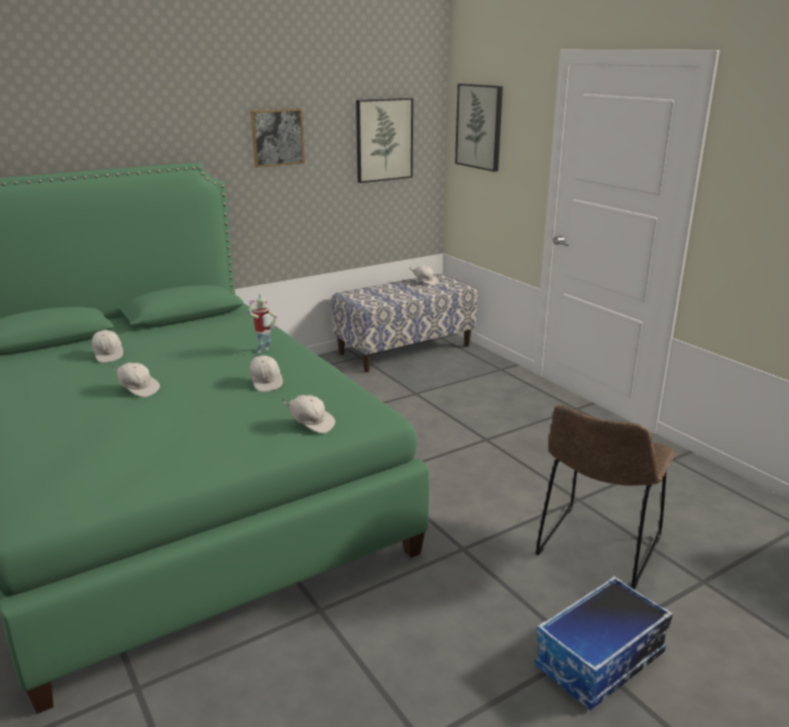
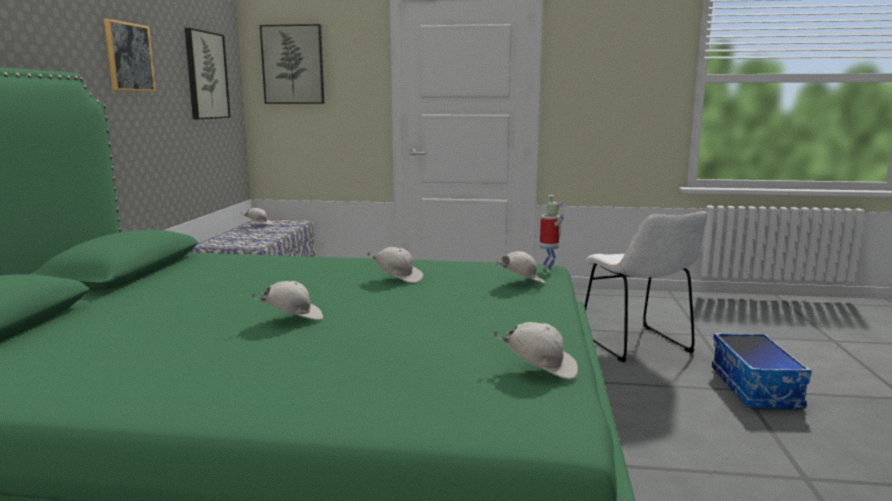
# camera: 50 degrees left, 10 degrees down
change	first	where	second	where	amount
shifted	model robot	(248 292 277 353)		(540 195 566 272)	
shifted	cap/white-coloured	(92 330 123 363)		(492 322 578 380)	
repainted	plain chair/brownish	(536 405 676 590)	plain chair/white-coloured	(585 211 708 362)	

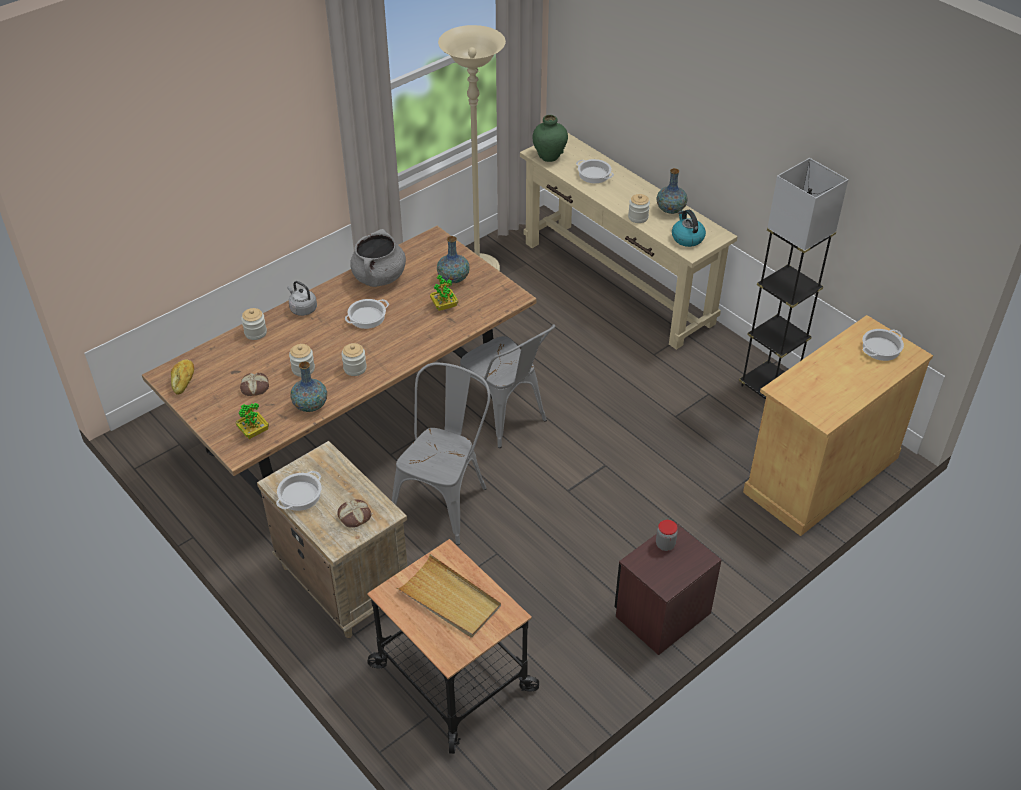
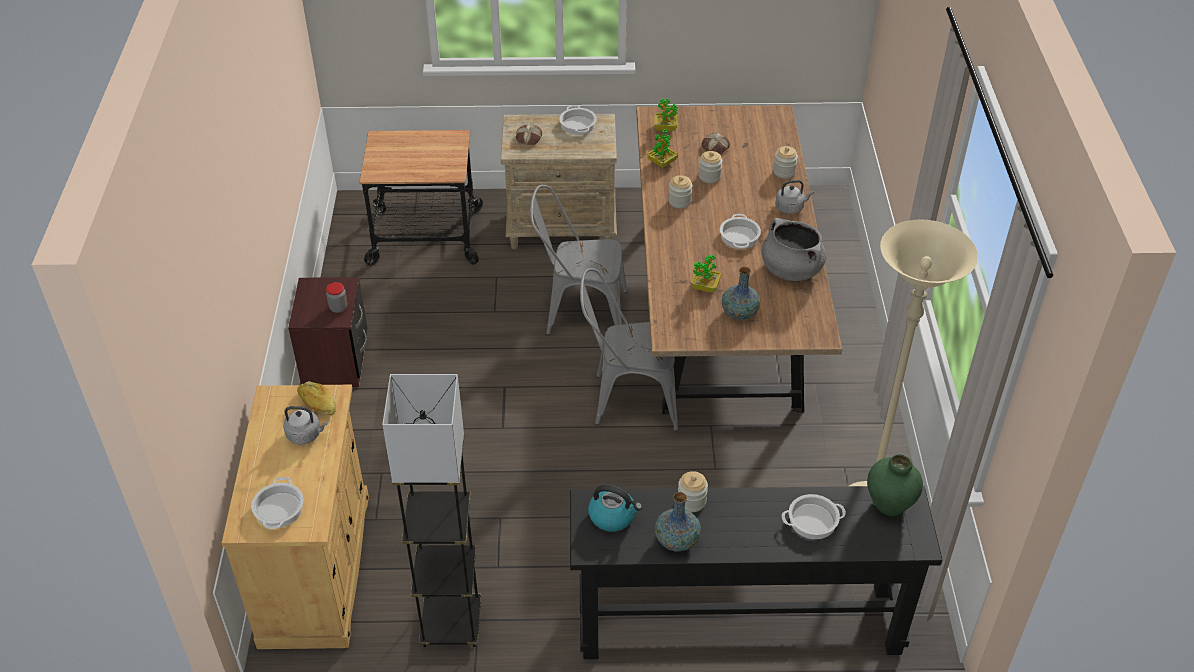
# camera: 130 degrees right, 0 degrees up
change	first	where	second	where	amount
repainted	narrow table/beige-coloured	(520 132 737 350)	narrow table/blackish	(570 485 942 659)	
shifted	bread	(171 359 194 395)		(297 381 336 415)	
swapped	decorative vase	(290 361 327 412)	plant in a pot	(647 129 678 168)	
rotated	plain chair/greyish	(392 363 490 545)		(530 185 628 335)	120 degrees clockwise
gone	carrying tray/beige-coloured	(396 554 501 638)			
new			kettle/greyish	(284 406 327 445)	

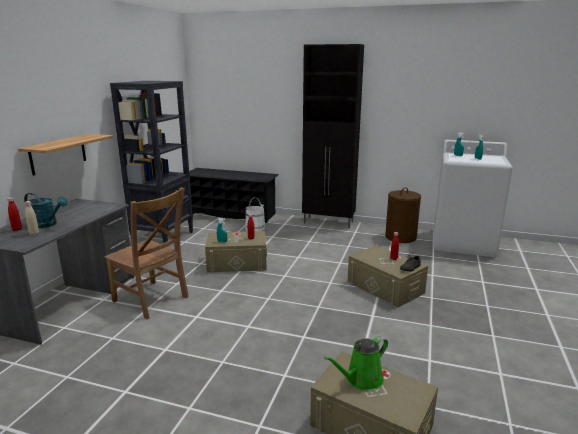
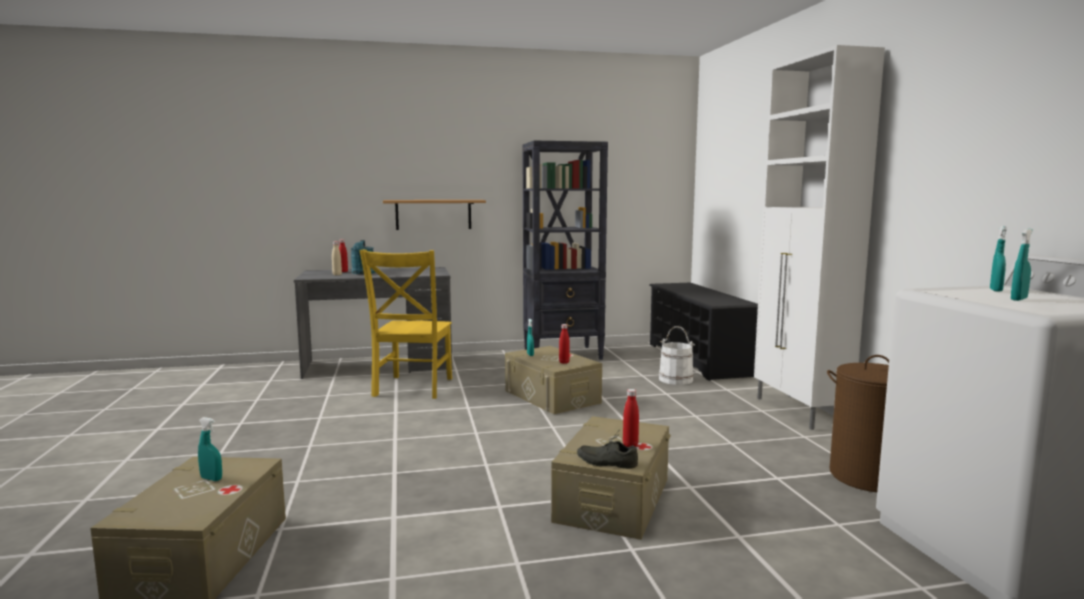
# camera: 60 degrees right, 10 degrees down
change	first	where	second	where	amount
repainted	cabinet/blackish	(302 44 364 228)	cabinet/white-coloured	(754 45 885 430)	
repainted	plain chair/brownish	(104 188 189 320)	plain chair/yellowish	(359 250 452 399)	
swapped	watering can/greenish	(324 336 388 390)	hand sprayer/turquoise	(198 417 222 481)	

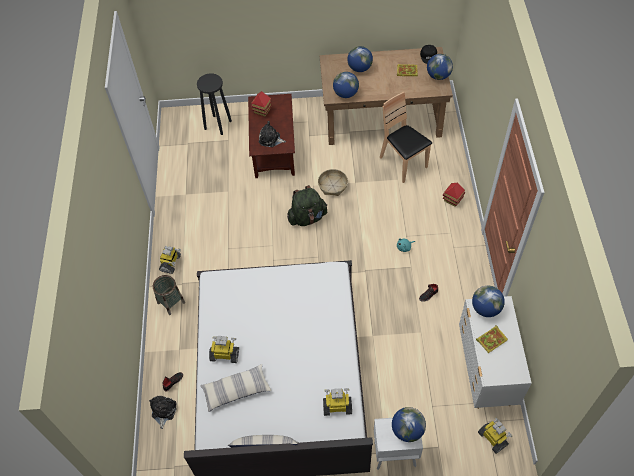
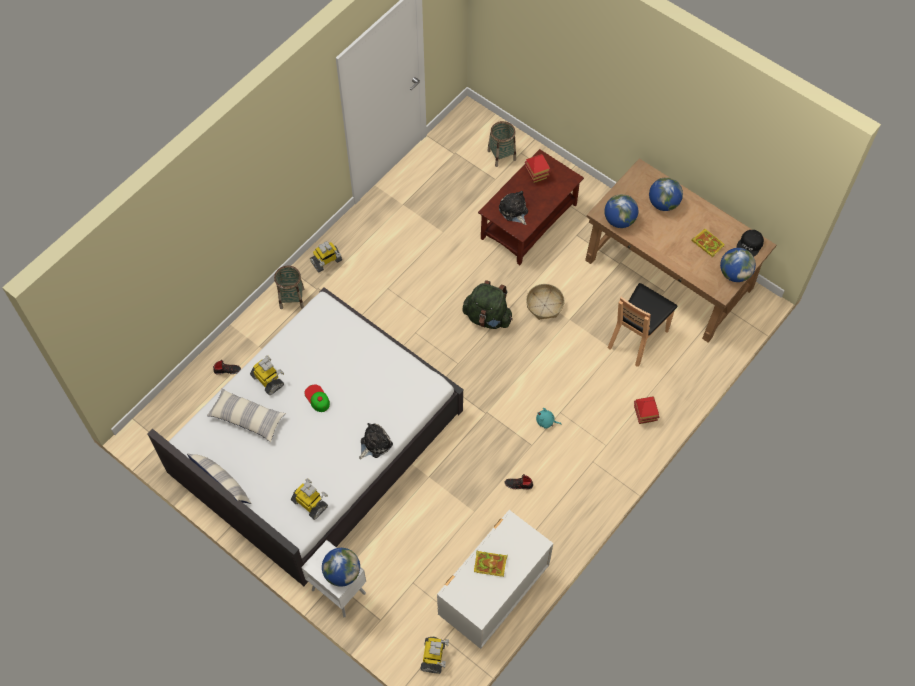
# camera: 40 degrees right, 5 degrees up
change	first	where	second	where	amount
swapped	stool seat/blackish	(197 74 232 135)	storage basket	(487 121 516 167)	
rotated	plain chair/brownish	(379 92 432 183)		(608 283 677 367)	150 degrees counterclockwise
gone	globe	(472 286 505 317)			
shifted	cuddly toy	(149 396 176 429)		(359 423 393 459)	
new			cap	(304 385 330 412)	

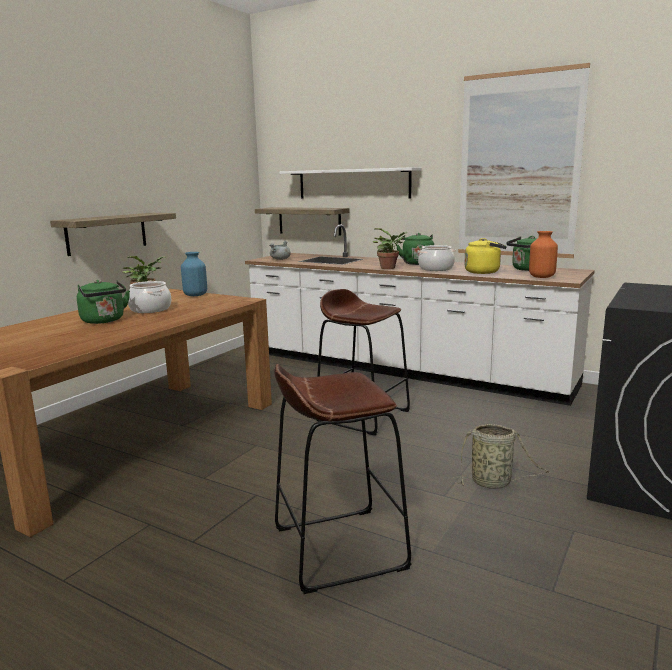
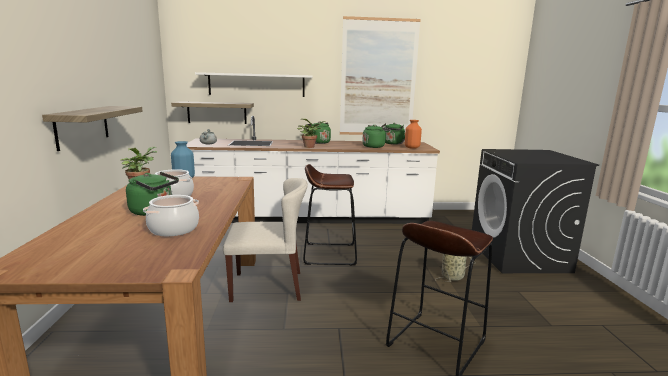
# camera: 35 degrees left, 0 degrees up
change	first	where	second	where	amount
repainted	kettle/yellowish	(464 238 507 274)	kettle/greenish	(362 125 390 148)	
shifted	stockpot	(417 245 456 271)		(143 195 199 236)	
new			plain chair/beige-coloured	(223 178 308 302)	

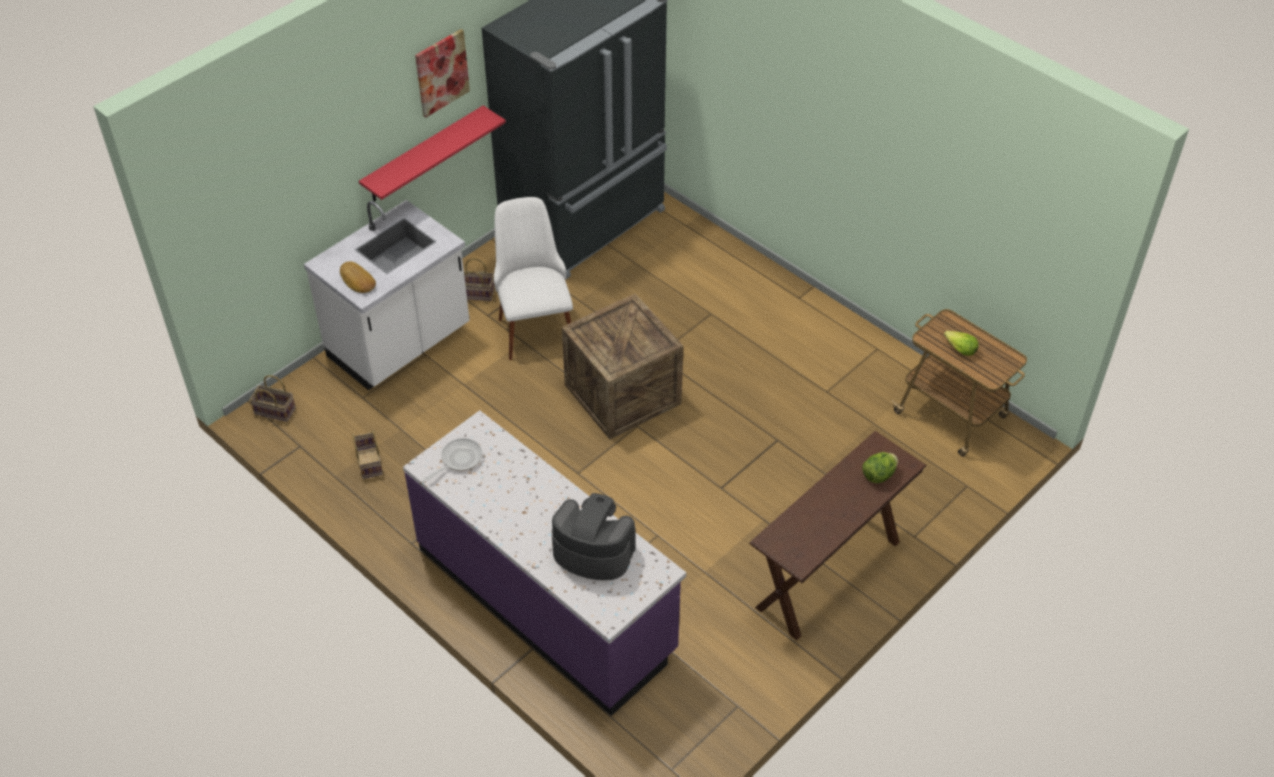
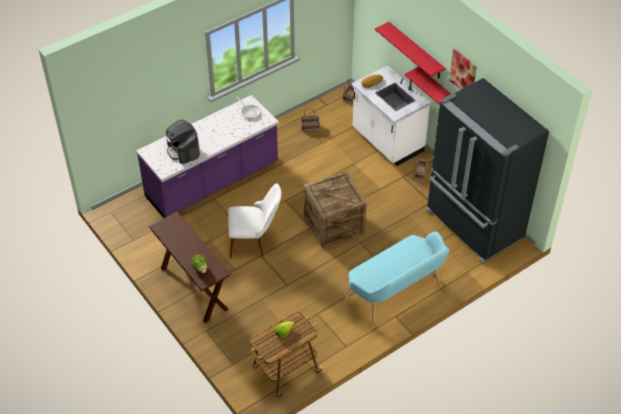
# camera: 100 degrees right, 0 degrees up
change	first	where	second	where	amount
shifted	plain chair/white-coloured	(494 197 573 360)		(228 183 282 258)	
rotated	coffee machine	(552 493 636 580)		(166 120 200 164)	120 degrees clockwise
new			bracket shelf/red	(375 22 446 78)	
new			bench/turquoise	(343 231 450 329)	

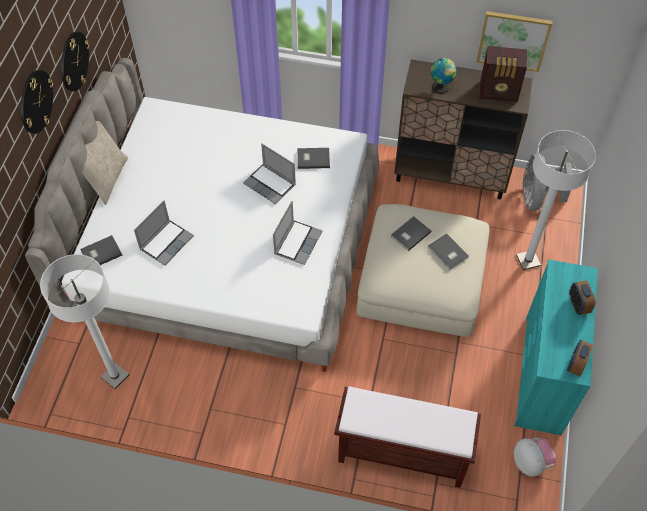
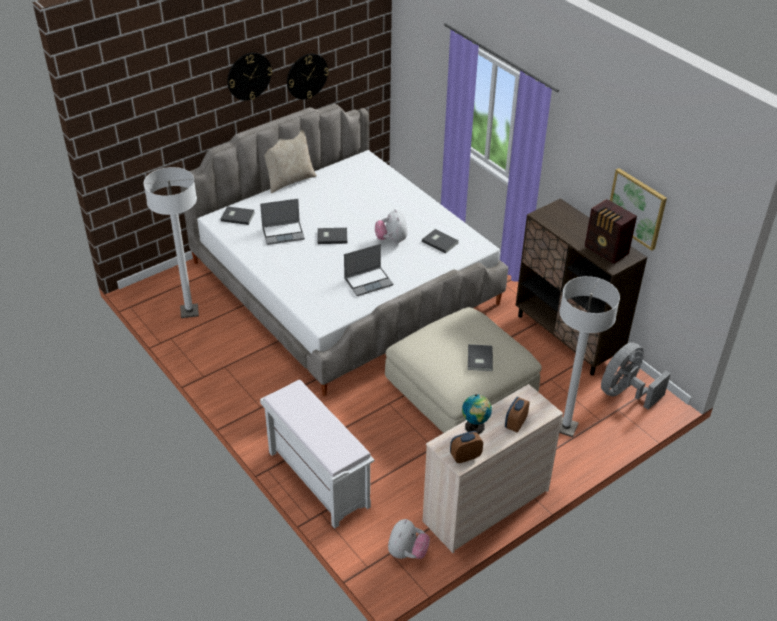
# camera: 40 degrees right, 15 degrees down
change	first	where	second	where	amount
shifted	globe	(431 58 457 94)		(462 394 492 434)	
swapped	portable computer	(243 143 296 204)	cuddly toy	(375 209 408 243)	
shifted	book/greyish	(391 216 432 251)		(318 228 348 244)	
repainted	dresser/turquoise	(514 259 598 435)	dresser/beige-coloured	(423 384 563 553)	
repainted	bench/brownish	(334 386 481 488)	bench/white-coloured	(260 380 375 529)	

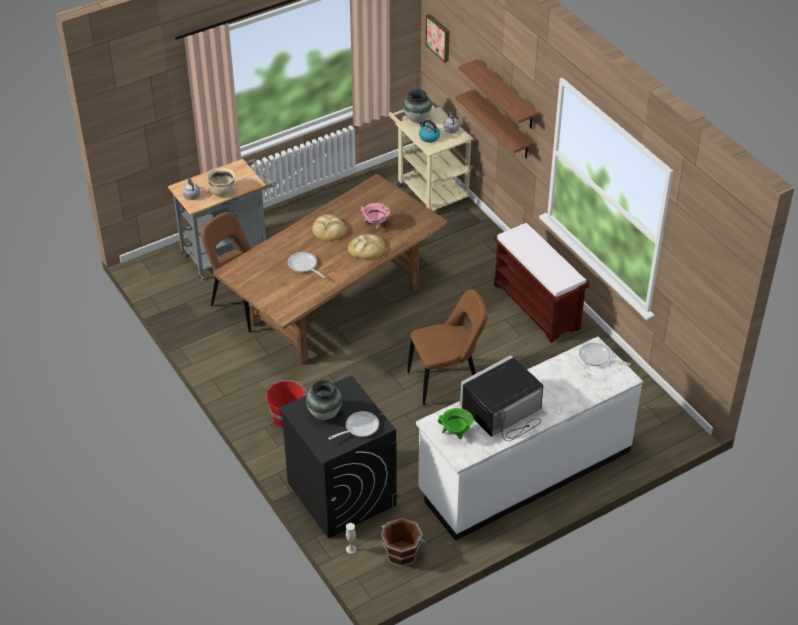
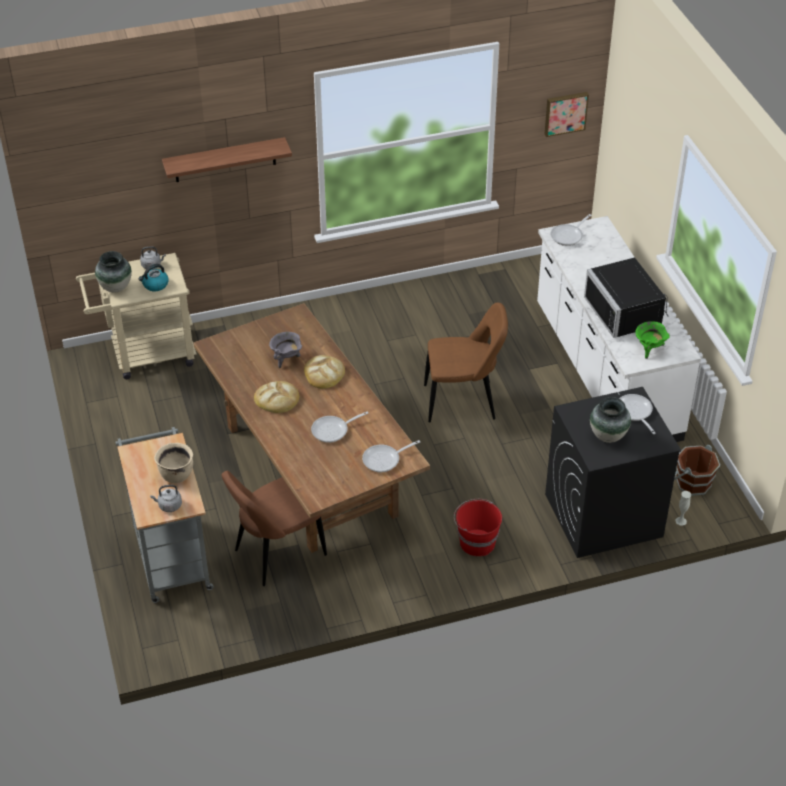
# camera: 75 degrees left, 0 degrees up
change	first	where	second	where	amount
shifted	wall picture	(426 14 449 63)		(545 92 589 137)	
gone	bracket shelf	(455 89 534 158)			
repainted	stockpot/pink	(360 203 390 229)	stockpot/greyish	(269 332 302 368)	
gone	bench/brownish	(494 222 590 343)			
rotated	plain chair/brownish	(407 289 488 405)		(424 302 508 422)	90 degrees clockwise
new			frying pan	(362 440 420 472)	

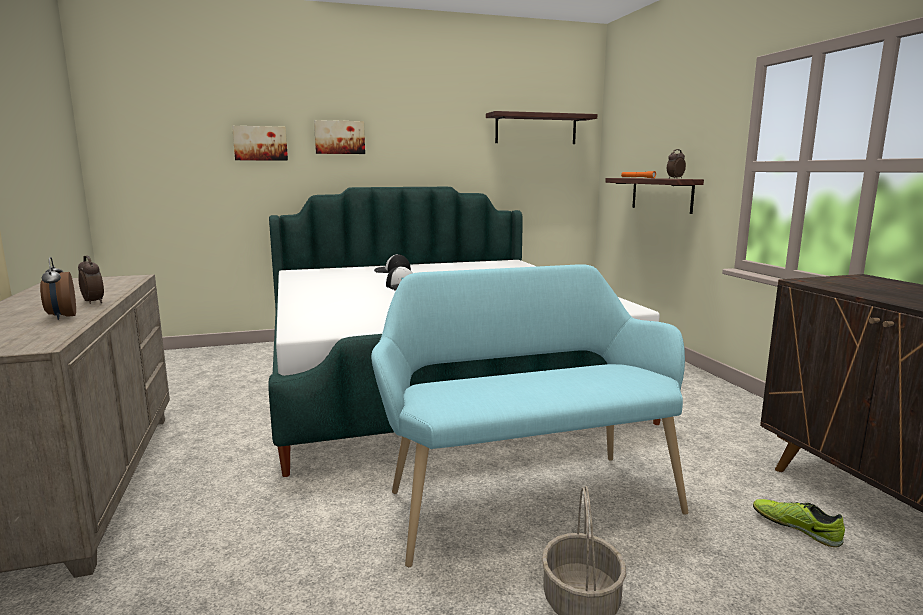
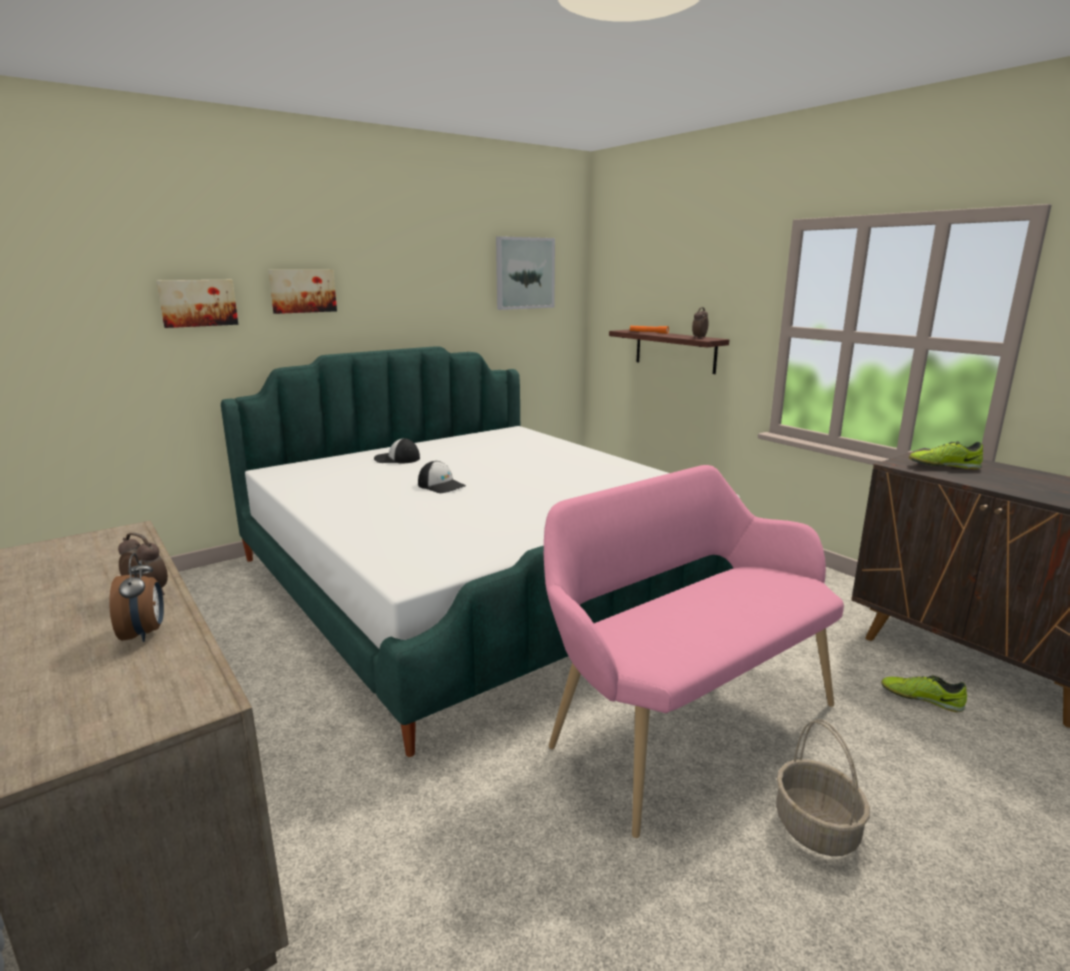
# camera: 20 degrees left, 5 degrees up
change	first	where	second	where	amount
swapped	bracket shelf	(486 111 598 144)	wall picture	(496 236 555 310)	
rotated	table clock	(40 257 76 320)		(109 553 164 642)	150 degrees counterclockwise
repainted	bench/turquoise	(371 264 688 567)	bench/pink	(544 465 844 838)	
new			low shoe	(909 441 983 469)	

